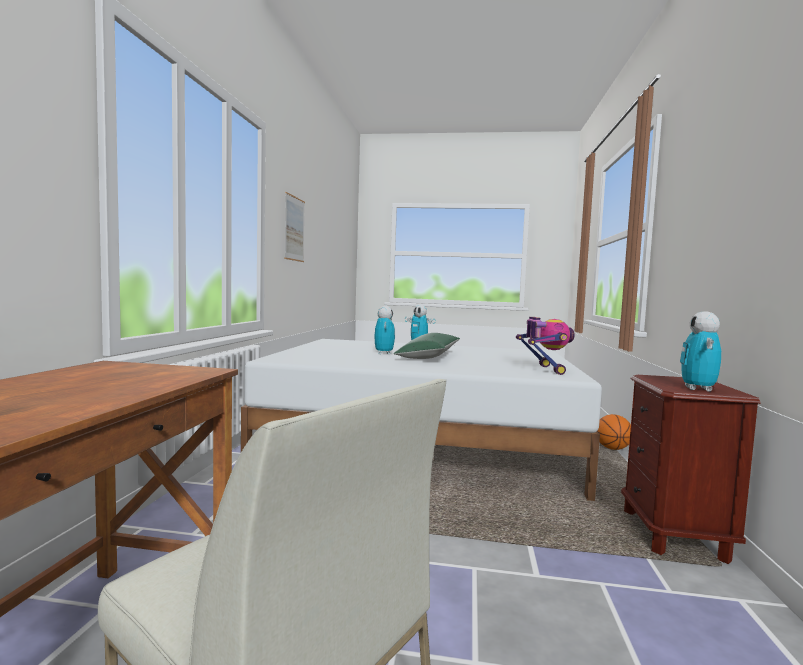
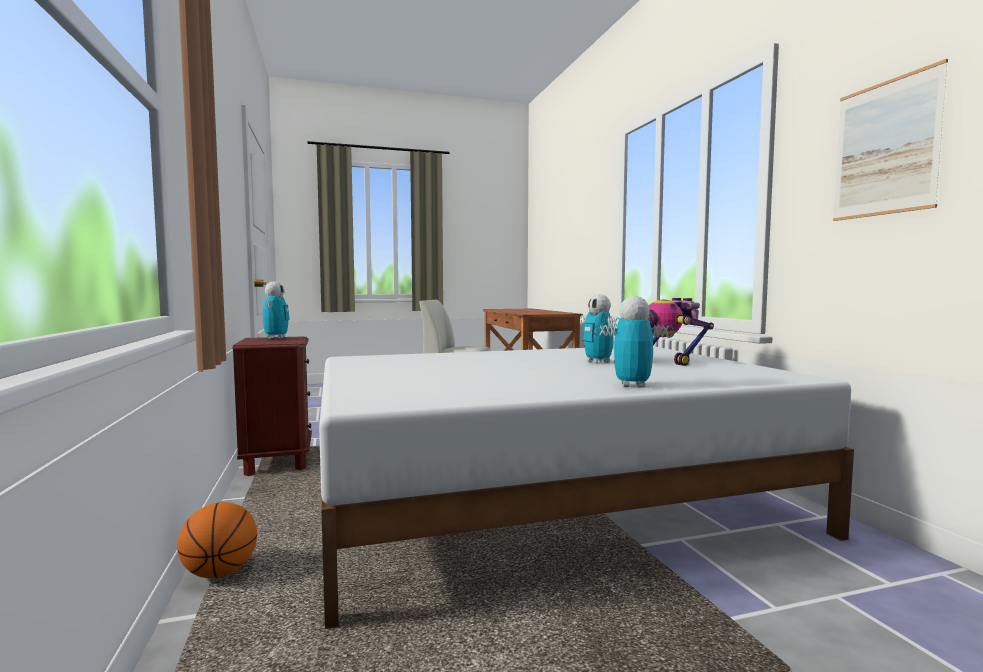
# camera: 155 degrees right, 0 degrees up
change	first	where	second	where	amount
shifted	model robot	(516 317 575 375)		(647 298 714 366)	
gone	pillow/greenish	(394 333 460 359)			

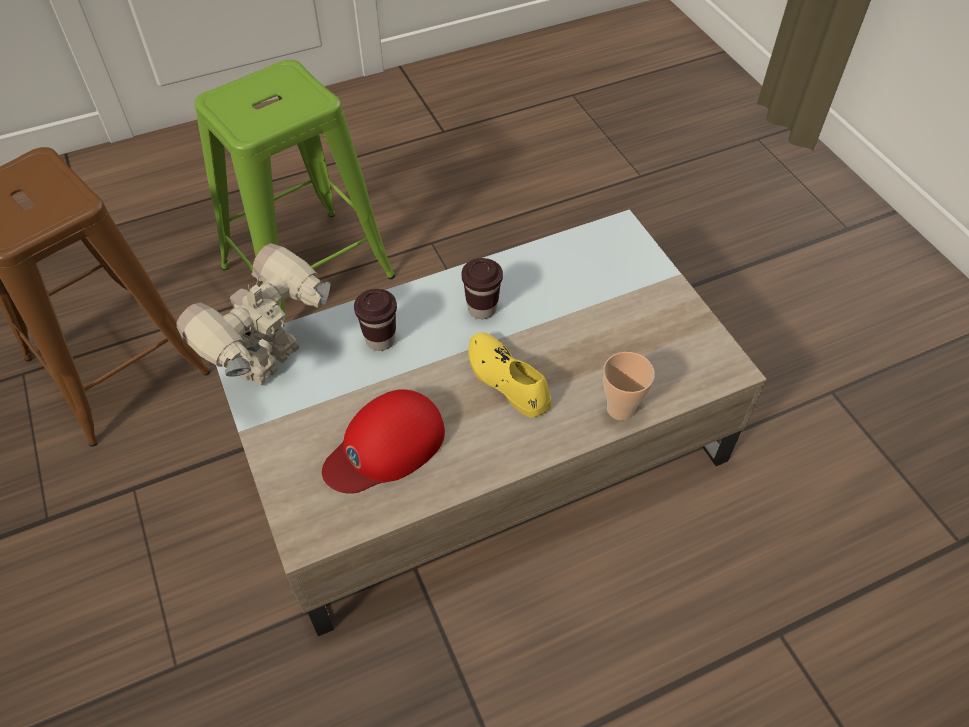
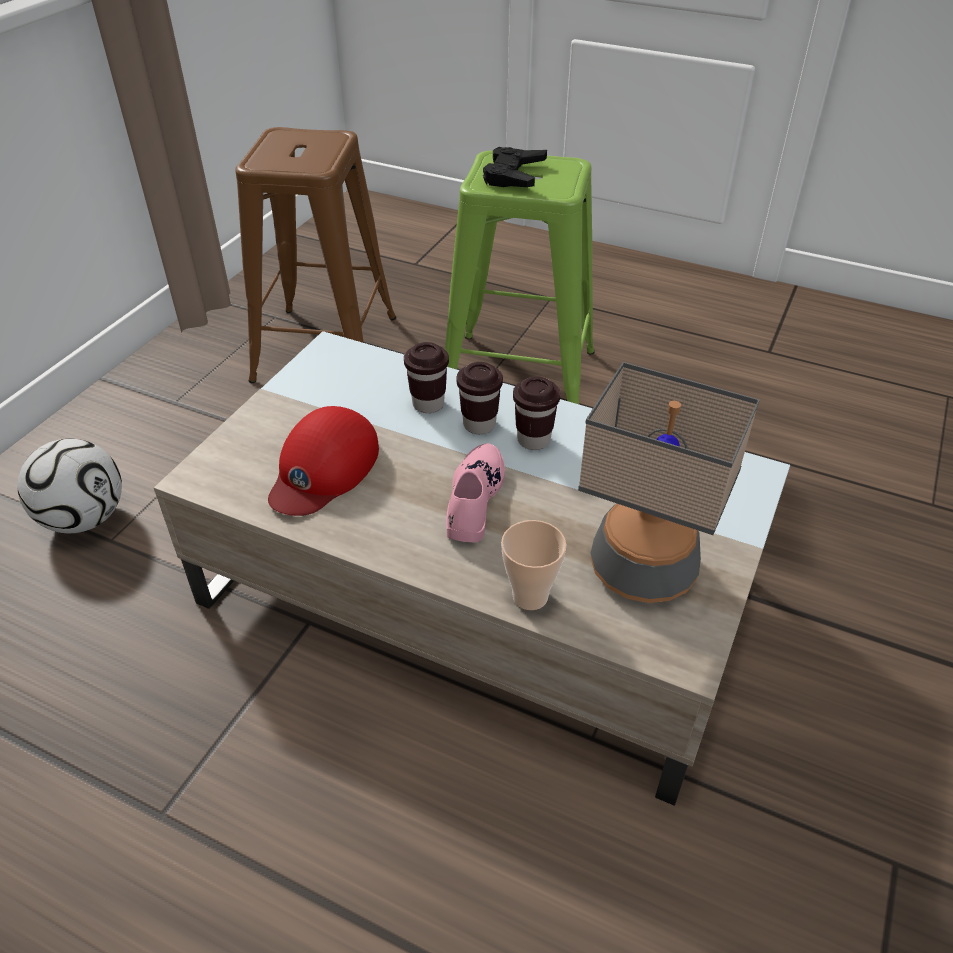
# camera: 50 degrees right, 10 degrees down
change	first	where	second	where	amount
gone	model robot	(177 243 331 386)			
repainted	low shoe/yellowish	(468 333 552 417)	low shoe/pink	(446 443 505 542)	
rotated	cap/red	(322 389 445 494)		(268 406 379 516)	75 degrees counterclockwise
new			joypad/blackish	(483 147 547 187)	
new			drinking cup/brownish	(457 362 503 434)	
new			tabletop lamp	(578 362 760 603)	
new			football ball	(17 439 122 533)	

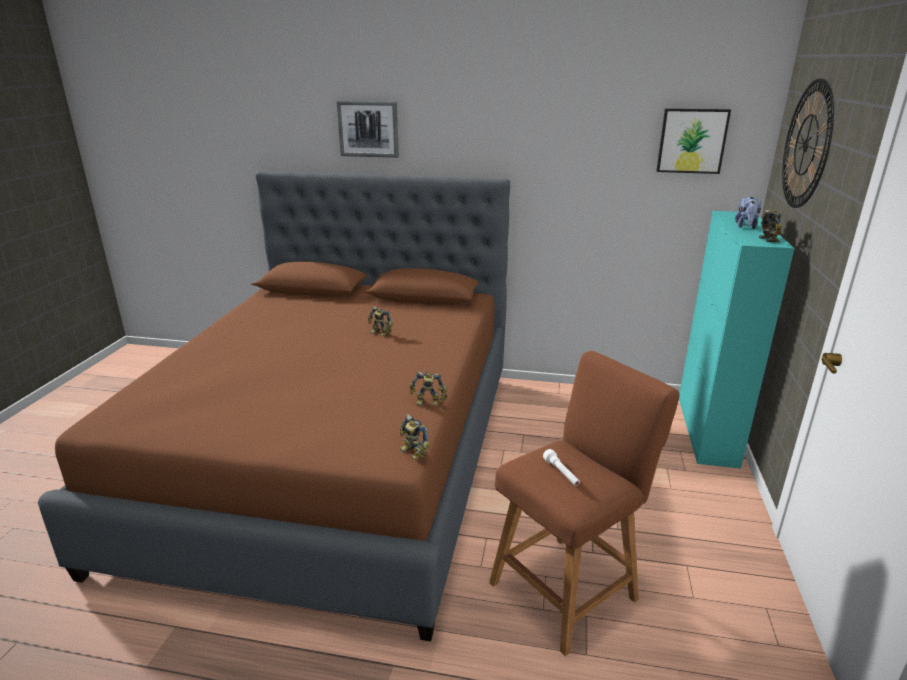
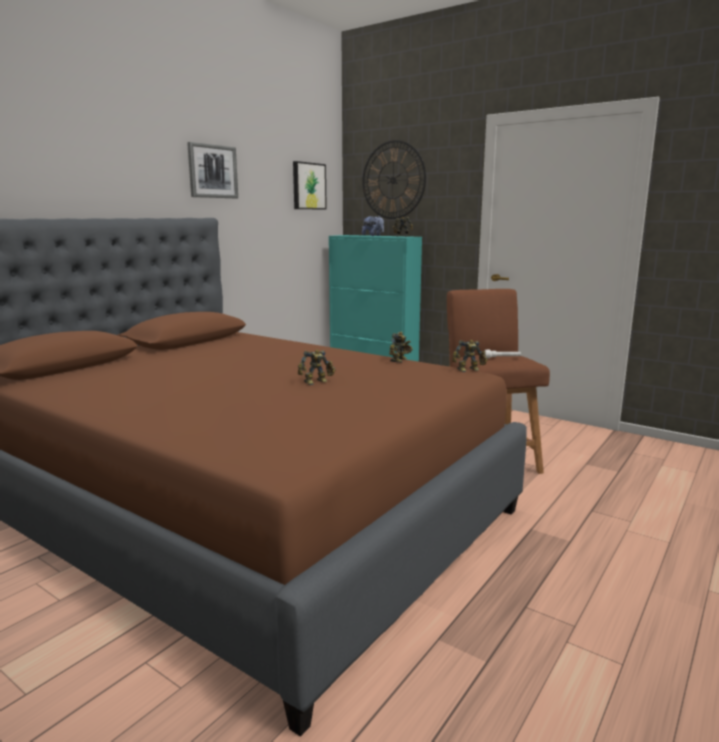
# camera: 65 degrees left, 10 degrees down
change	first	where	second	where	amount
shifted	wall picture	(337 101 399 158)		(187 142 238 198)	
shifted	model robot	(368 306 393 336)		(298 350 335 385)	

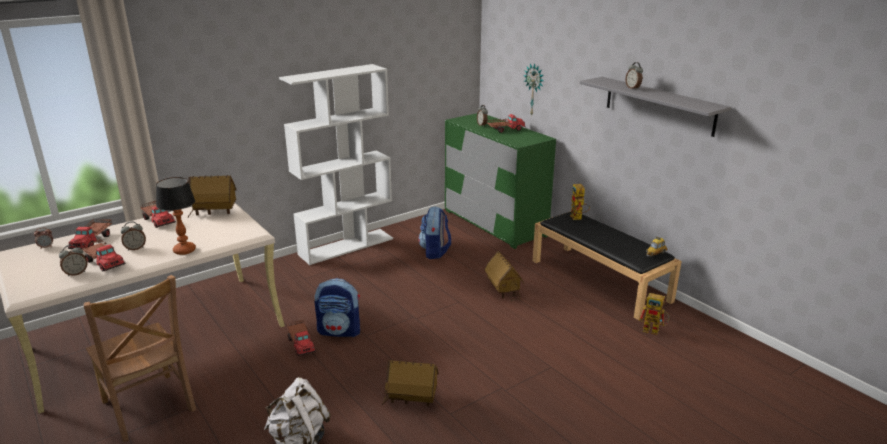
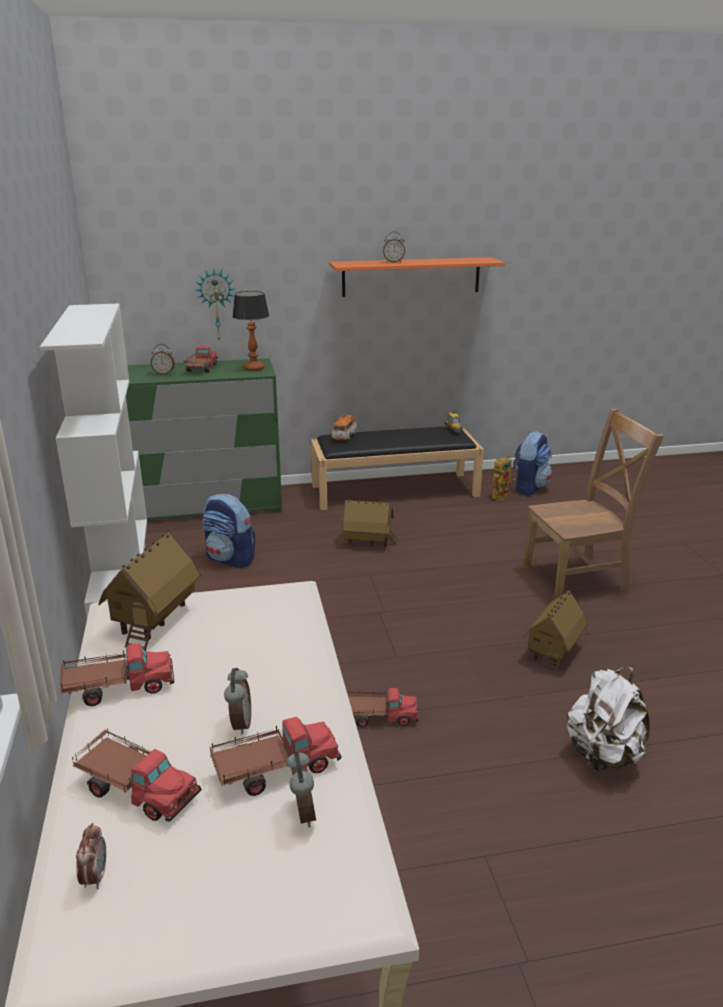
# camera: 65 degrees left, 0 degrees up
change	first	where	second	where	amount
repainted	bracket shelf/greyish	(580 77 731 137)	bracket shelf/orange	(329 257 505 297)	
shifted	tabletop lamp	(156 177 196 255)		(232 291 269 371)	
swapped	model robot	(570 184 590 220)	model car	(331 414 357 441)	
shifted	plain chair/brownish	(84 275 196 442)		(523 408 664 600)	
shifted	rucksack	(315 278 360 337)		(513 431 552 496)	

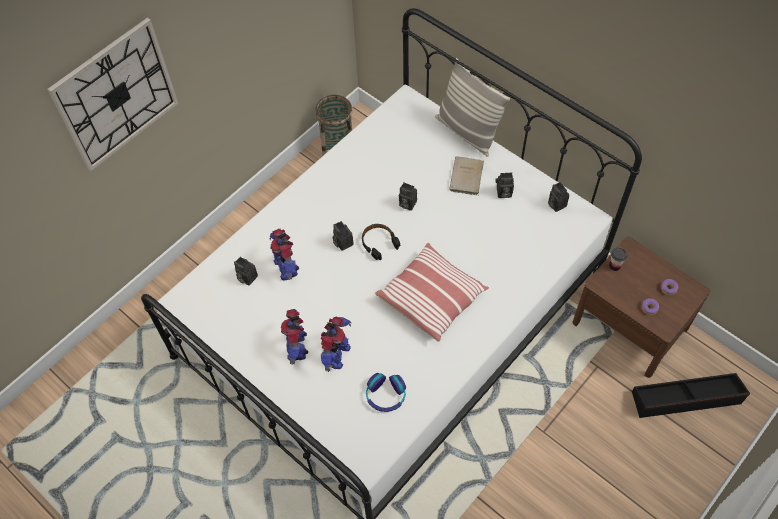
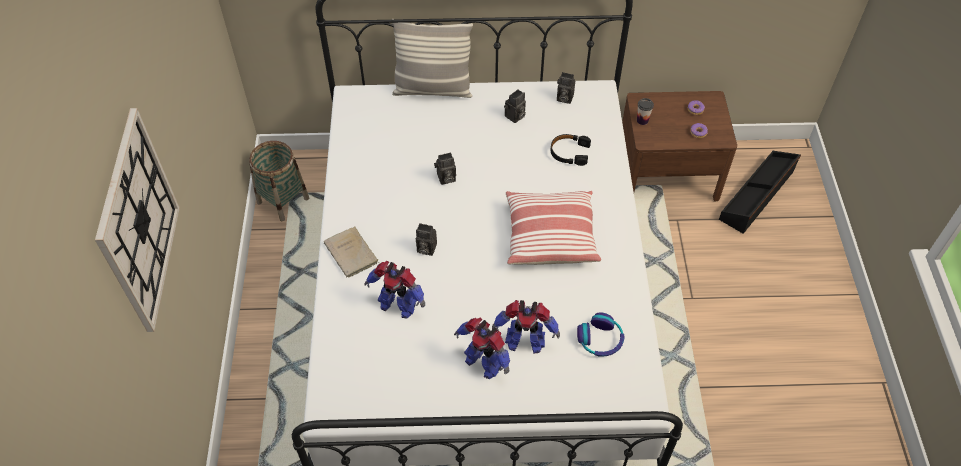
# camera: 45 degrees left, 5 degrees down
change	first	where	second	where	amount
shifted	book/beige-coloured	(449 156 484 195)		(324 226 380 277)	
shifted	headset/blackish	(362 224 400 260)		(551 134 591 166)	
gone	still camera	(234 257 258 286)			
rotated	model robot	(321 317 351 372)		(492 300 560 354)	120 degrees clockwise

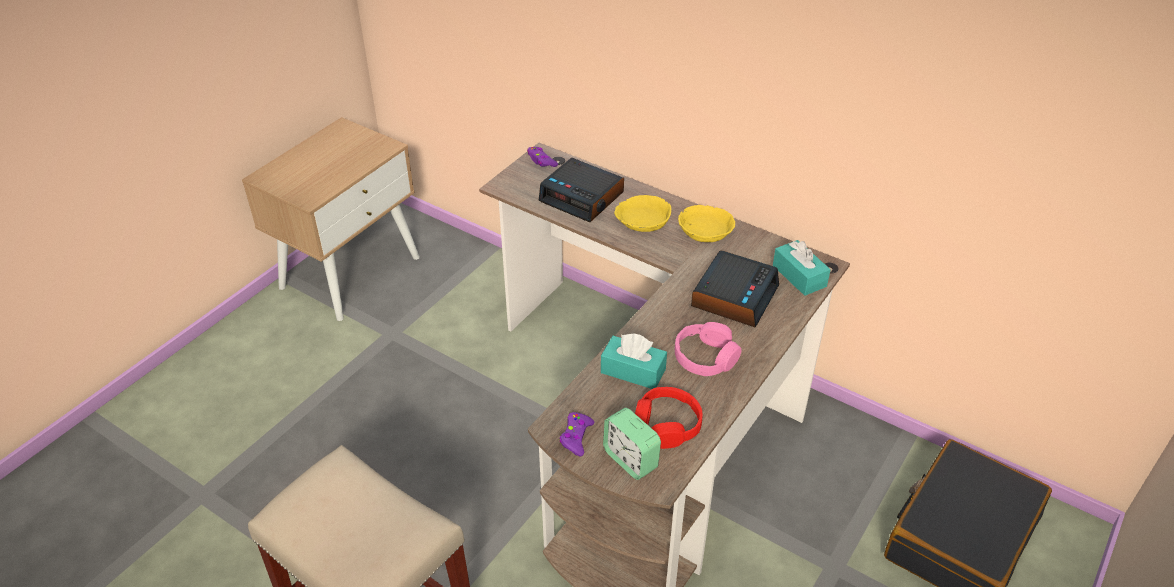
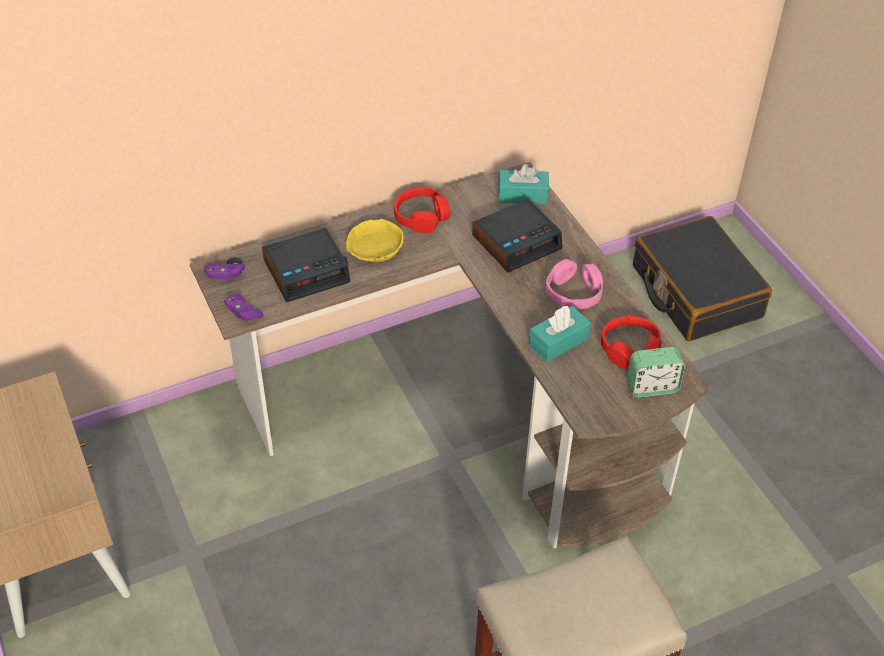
# camera: 60 degrees left, 5 degrees up
change	first	where	second	where	amount
swapped	deep dish/yellowish	(678 205 735 242)	headset/red	(394 187 450 233)	
rotated	table clock	(691 250 779 328)		(472 199 562 272)	90 degrees clockwise
shifted	joypad/purple	(559 412 594 457)		(224 294 263 321)	

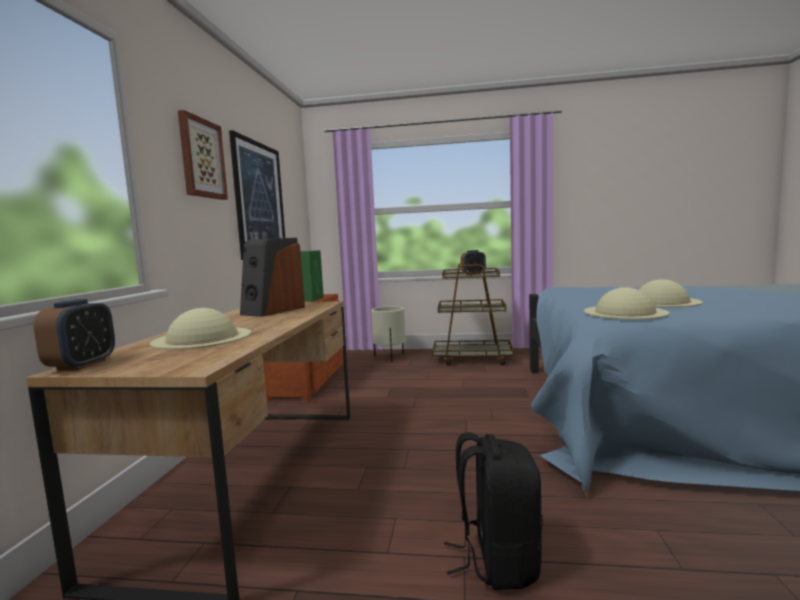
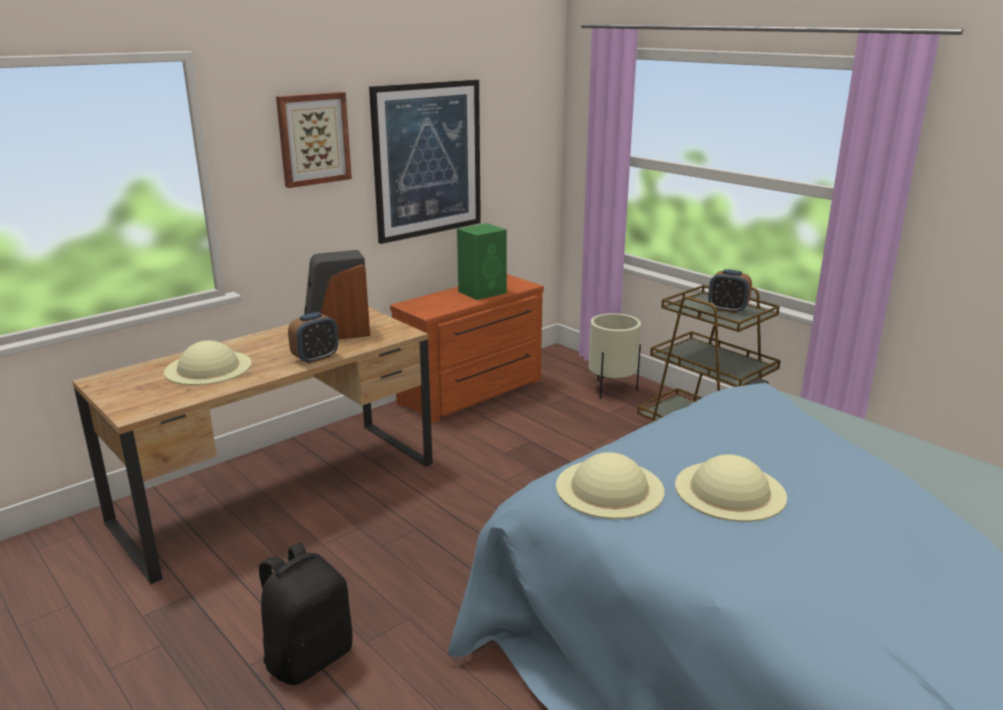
# camera: 40 degrees right, 15 degrees up
change	first	where	second	where	amount
shifted	table clock	(34 299 115 371)		(288 312 338 364)	

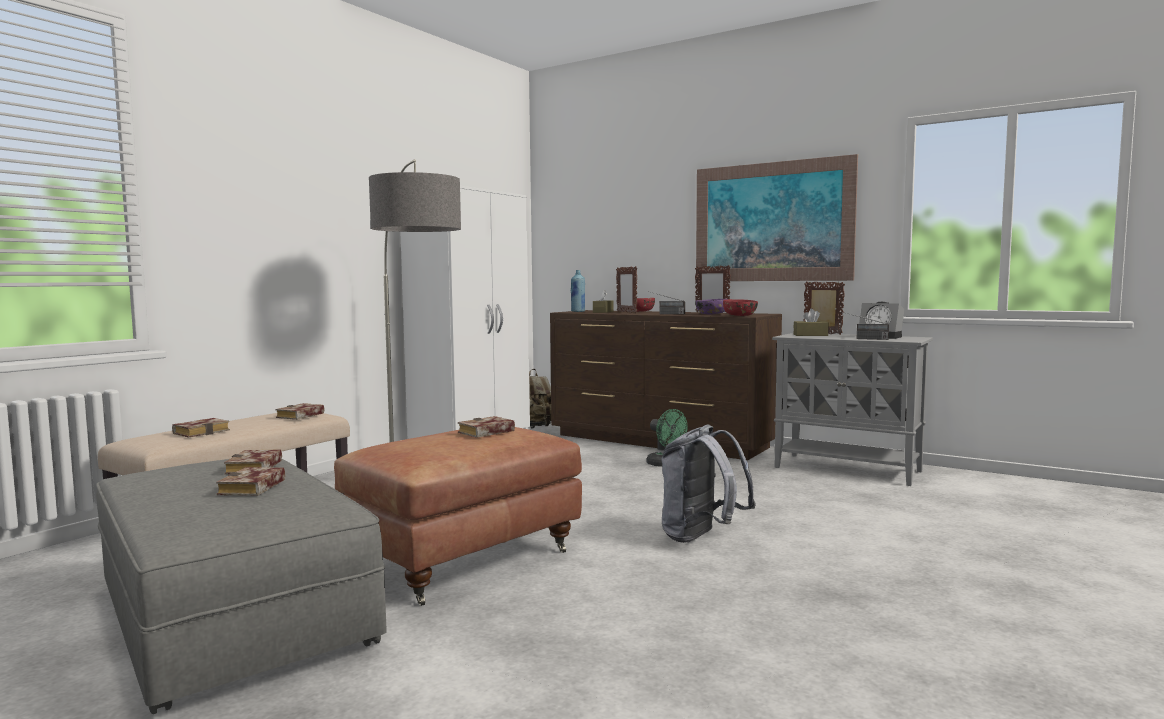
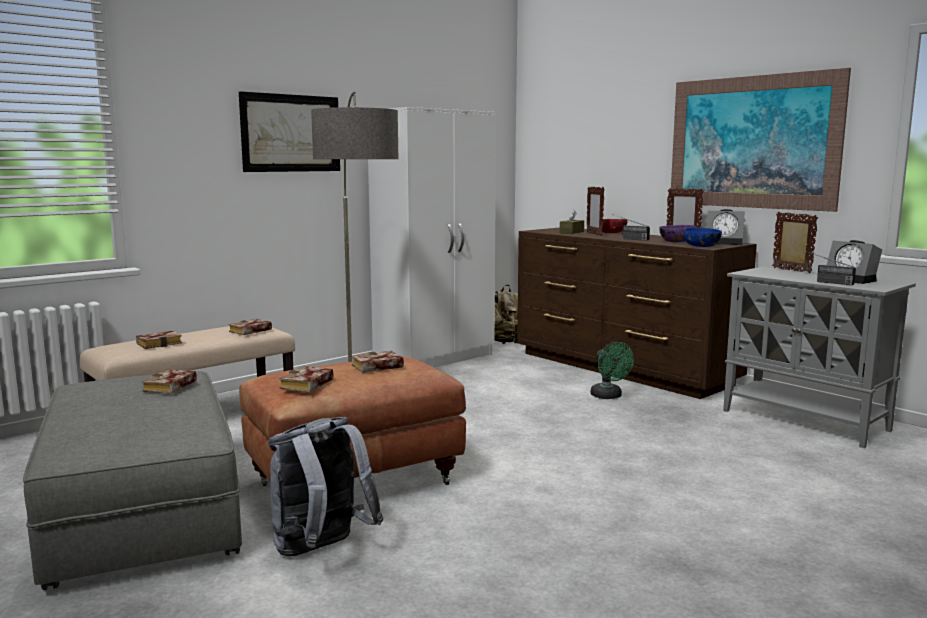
# camera: 15 degrees right, 5 degrees up
change	first	where	second	where	amount
gone	bottle/blue	(571 270 585 312)			
repainted	deep dish/red	(723 299 758 316)	deep dish/blue	(684 228 722 247)	
gone	box of tissues/brownish	(794 309 829 336)			
shifted	rucksack/greyish	(661 425 756 543)		(268 417 383 556)	
shifted	book	(216 467 285 496)		(279 366 334 392)	
new			wall picture	(239 91 340 172)	
new			table clock	(707 209 745 245)	

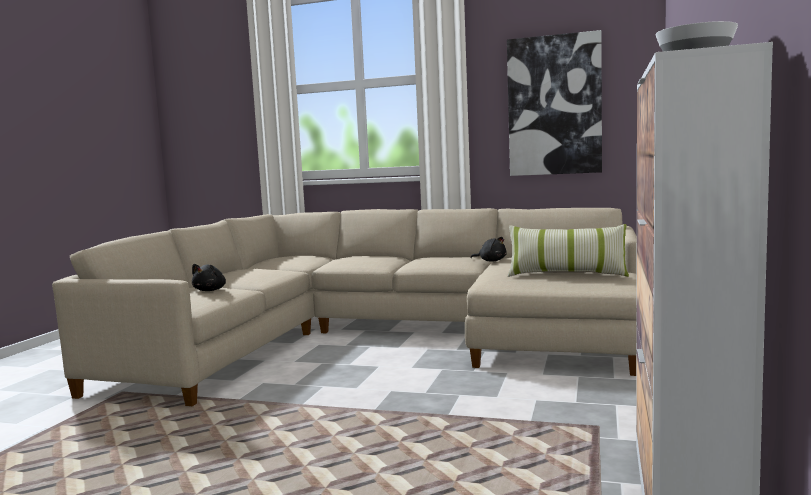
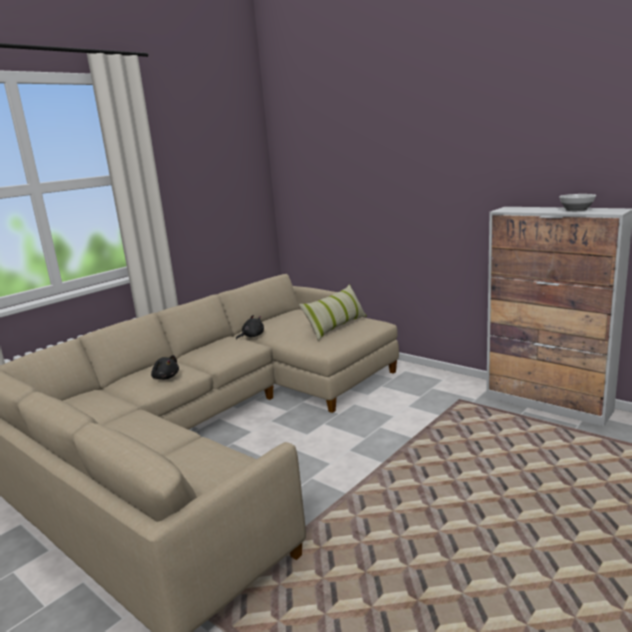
# camera: 65 degrees left, 10 degrees up
change	first	where	second	where	amount
gone	wall picture	(507 30 602 176)			
shifted	cuddly toy/blackish	(192 264 226 291)		(151 355 179 380)	

